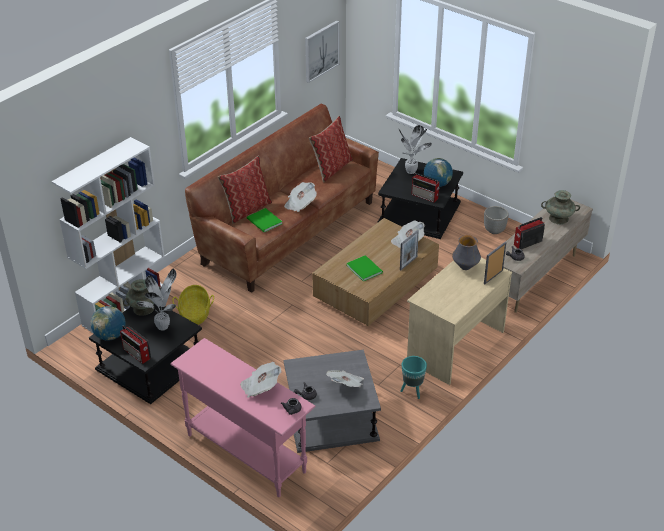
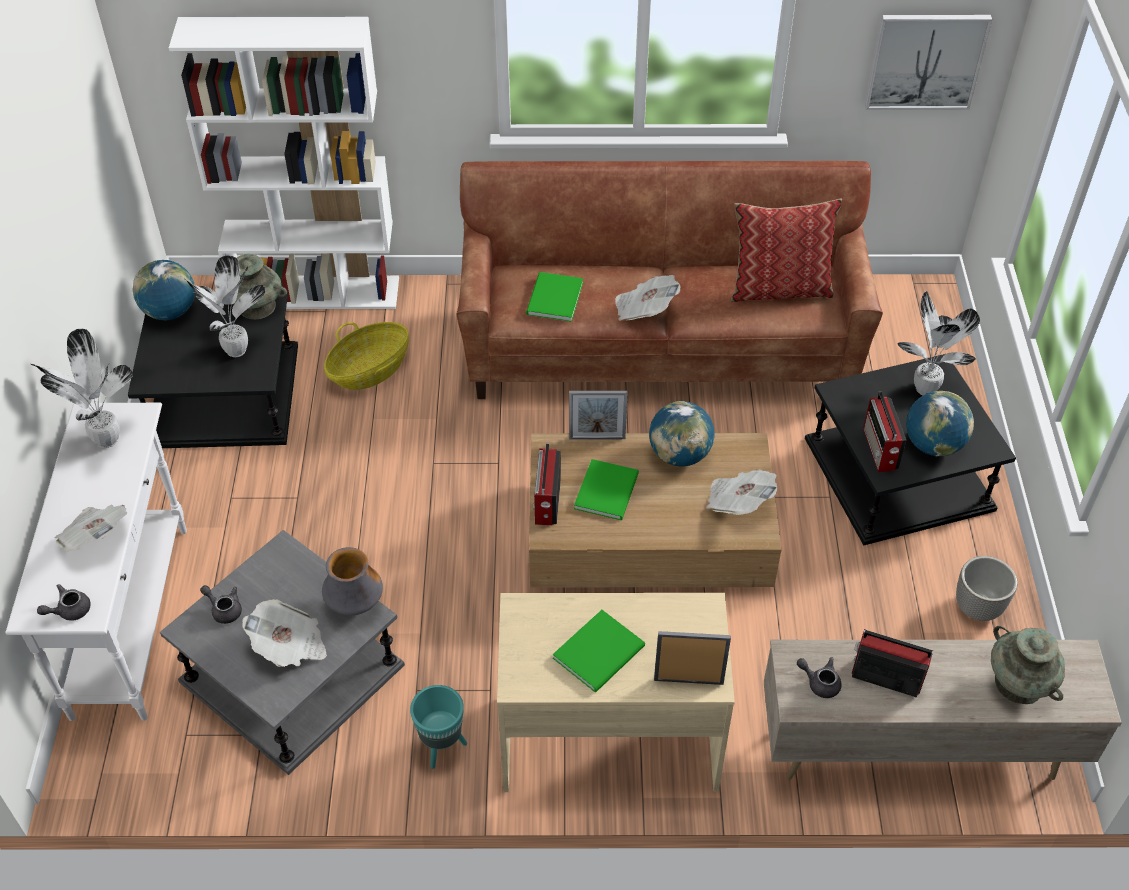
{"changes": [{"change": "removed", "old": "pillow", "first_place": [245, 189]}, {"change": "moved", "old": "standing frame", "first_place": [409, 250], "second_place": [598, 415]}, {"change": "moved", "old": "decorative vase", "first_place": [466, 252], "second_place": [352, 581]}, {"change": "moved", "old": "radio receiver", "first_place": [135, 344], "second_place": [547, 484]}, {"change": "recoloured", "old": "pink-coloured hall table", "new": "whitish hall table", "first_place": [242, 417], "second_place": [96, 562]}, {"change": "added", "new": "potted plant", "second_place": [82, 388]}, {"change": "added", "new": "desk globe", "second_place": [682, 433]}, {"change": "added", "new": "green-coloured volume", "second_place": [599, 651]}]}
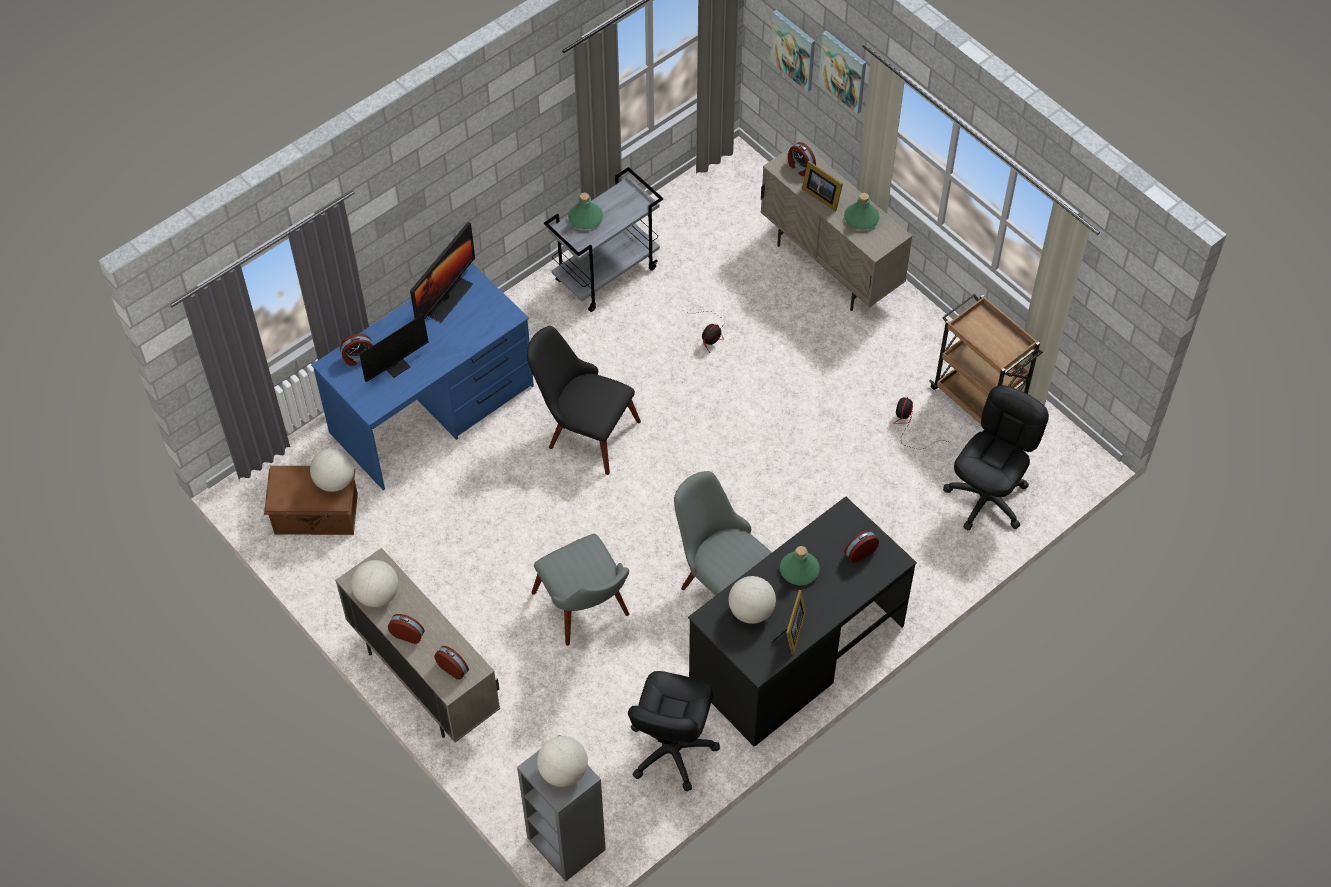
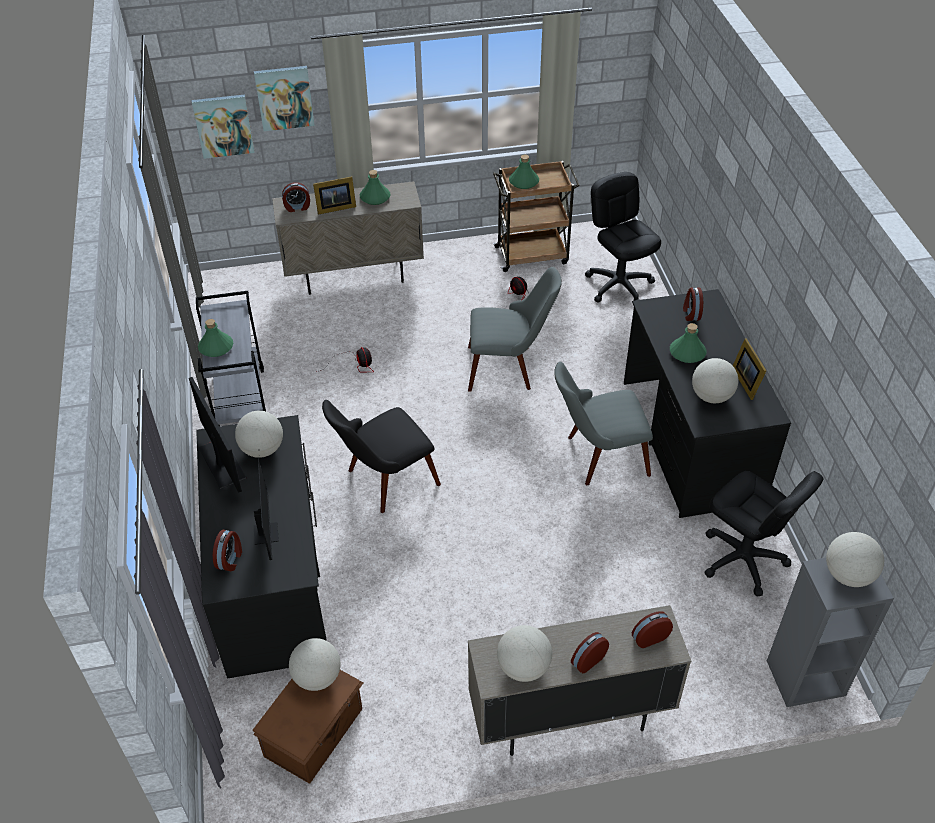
{"changes": [{"change": "recoloured", "old": "blue desk", "new": "black-coloured desk", "first_place": [422, 376], "second_place": [261, 547]}, {"change": "moved", "old": "gray plain chair", "first_place": [580, 590], "second_place": [515, 329]}, {"change": "turned", "old": "standing frame", "first_place": [789, 622], "second_place": [749, 369], "degrees": -150}, {"change": "added", "new": "green-coloured beverage bottle", "second_place": [524, 171]}, {"change": "added", "new": "desk globe", "second_place": [259, 434]}]}
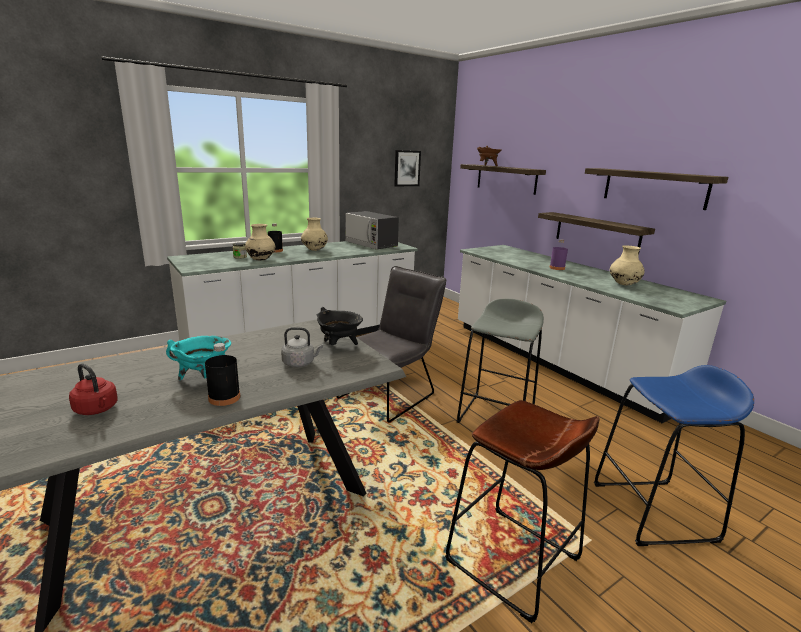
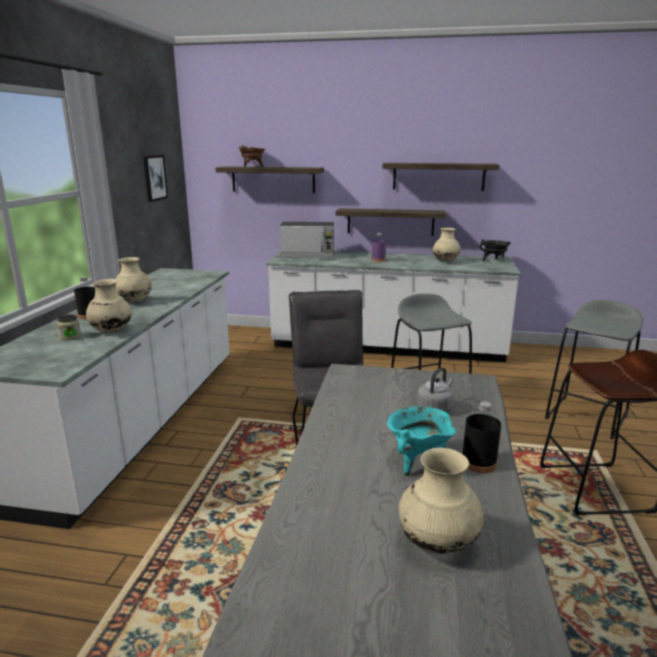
{"changes": [{"change": "moved", "old": "microwave", "first_place": [372, 230], "second_place": [306, 240]}, {"change": "moved", "old": "black-coloured saucepot", "first_place": [340, 326], "second_place": [495, 250]}, {"change": "replaced", "old": "red kettle", "new": "beige-coloured decorative vase", "first_place": [93, 389], "second_place": [441, 501]}, {"change": "recoloured", "old": "blue stool", "new": "gray stool", "first_place": [674, 455], "second_place": [594, 369]}]}
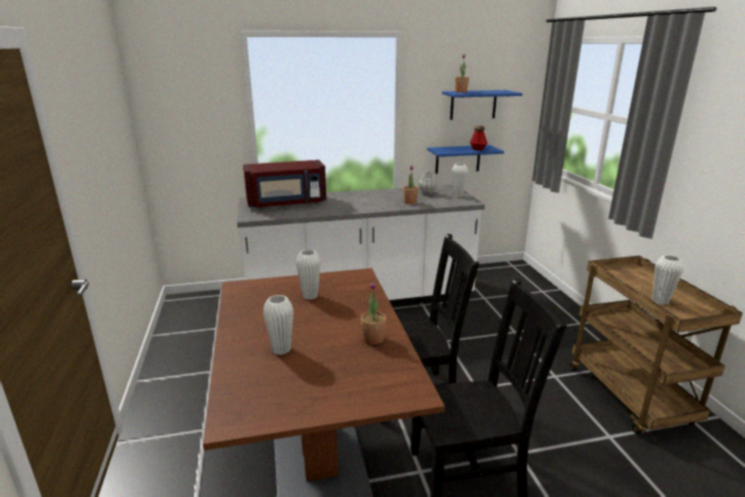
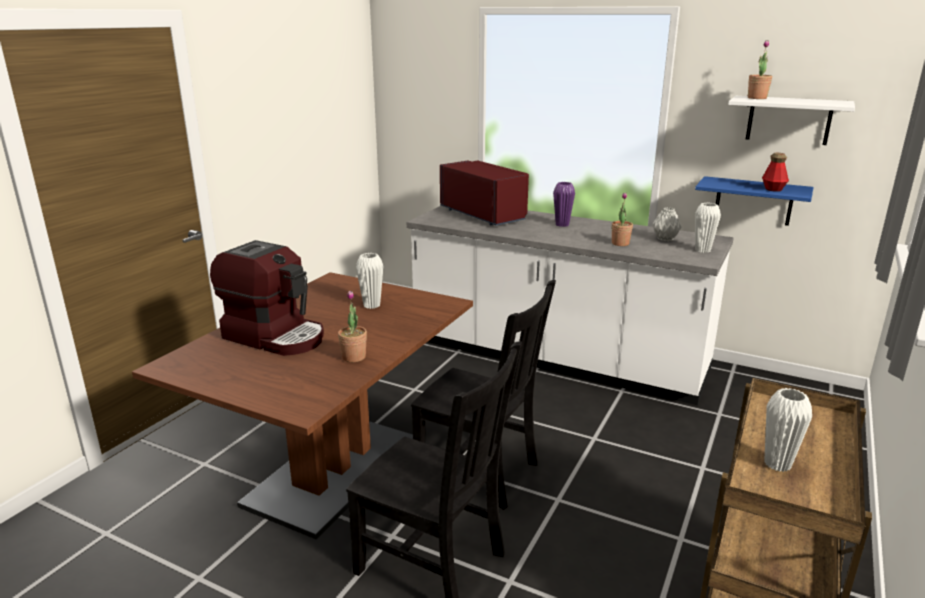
{"changes": [{"change": "recoloured", "old": "blue bracket shelf", "new": "whitish bracket shelf", "first_place": [482, 105], "second_place": [791, 120]}, {"change": "turned", "old": "red microwave", "first_place": [284, 184], "second_place": [484, 193], "degrees": -150}, {"change": "replaced", "old": "whitish decorative vase", "new": "coffee brewer", "first_place": [278, 325], "second_place": [267, 298]}, {"change": "added", "new": "purple-coloured decorative vase", "second_place": [564, 204]}]}
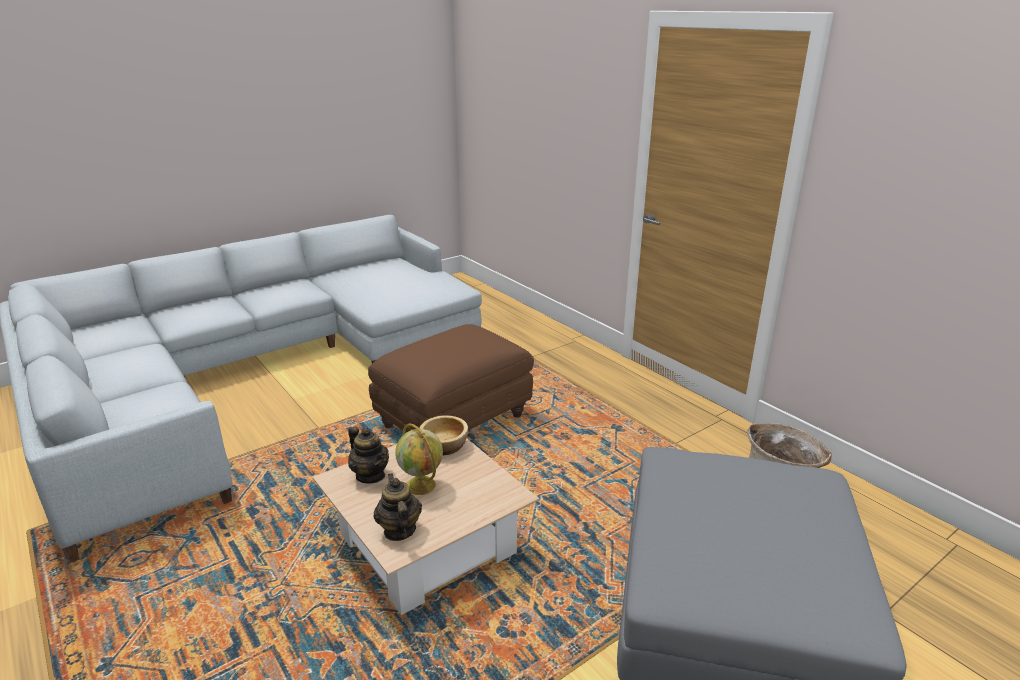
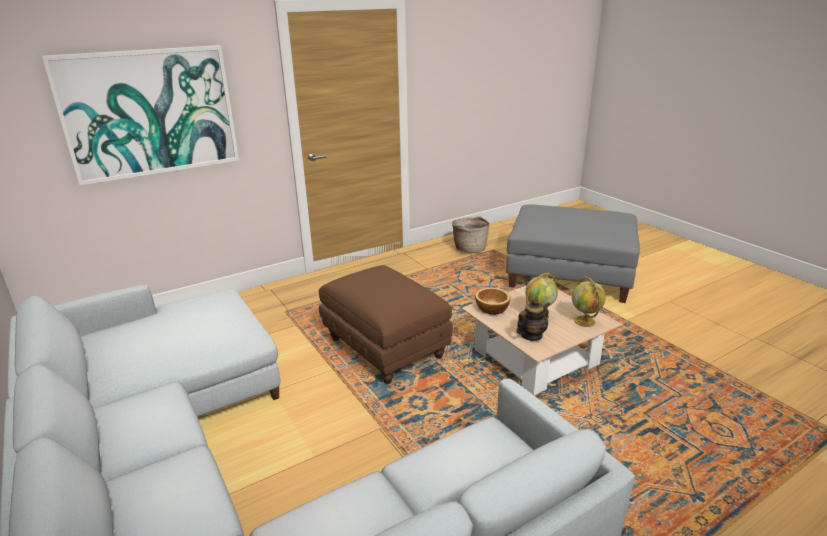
{"changes": [{"change": "replaced", "old": "teapot", "new": "desk globe", "first_place": [398, 507], "second_place": [589, 302]}, {"change": "added", "new": "picture", "second_place": [140, 115]}]}
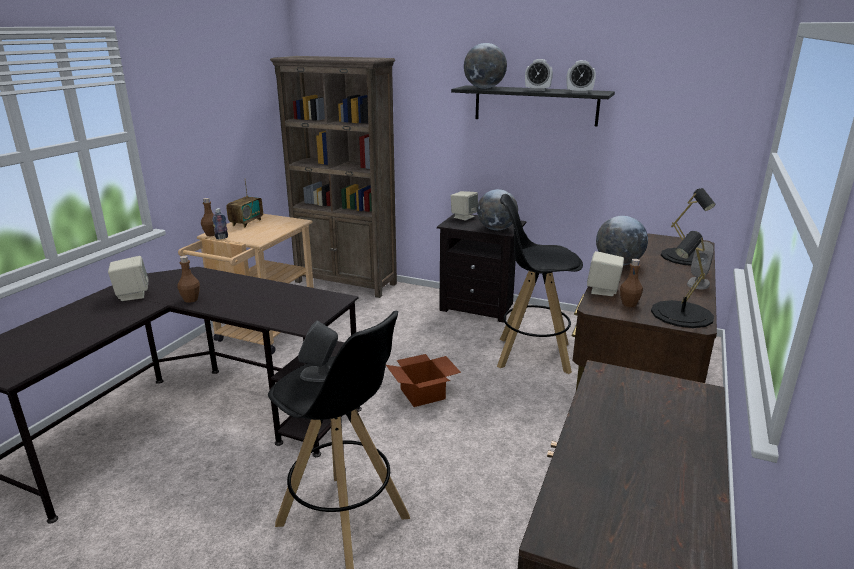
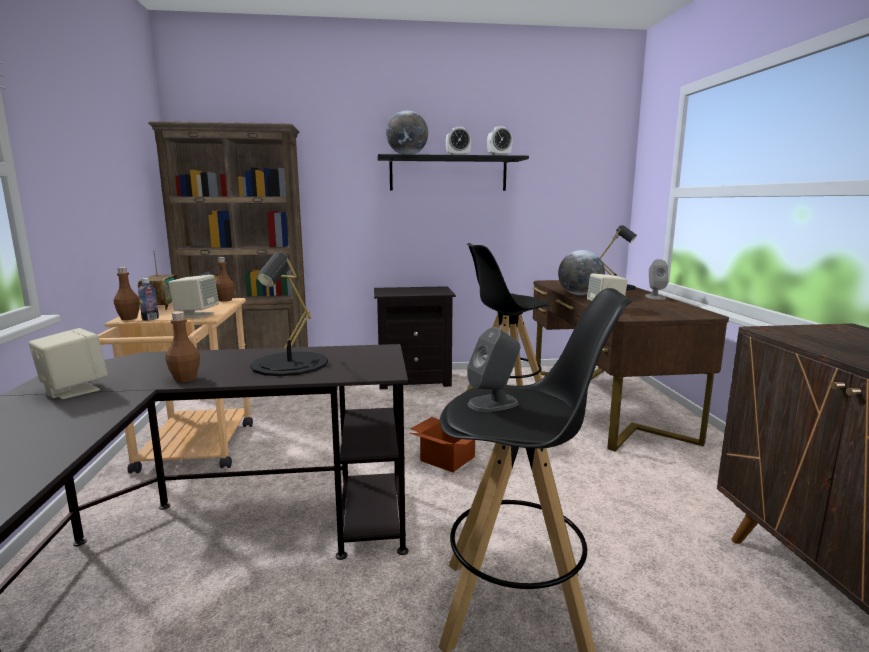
{"changes": [{"change": "removed", "old": "desk globe", "first_place": [497, 209]}, {"change": "moved", "old": "beige-coloured speaker", "first_place": [464, 206], "second_place": [194, 296]}, {"change": "moved", "old": "black-coloured table lamp", "first_place": [682, 279], "second_place": [289, 314]}, {"change": "moved", "old": "brown beverage bottle", "first_place": [631, 283], "second_place": [224, 279]}]}
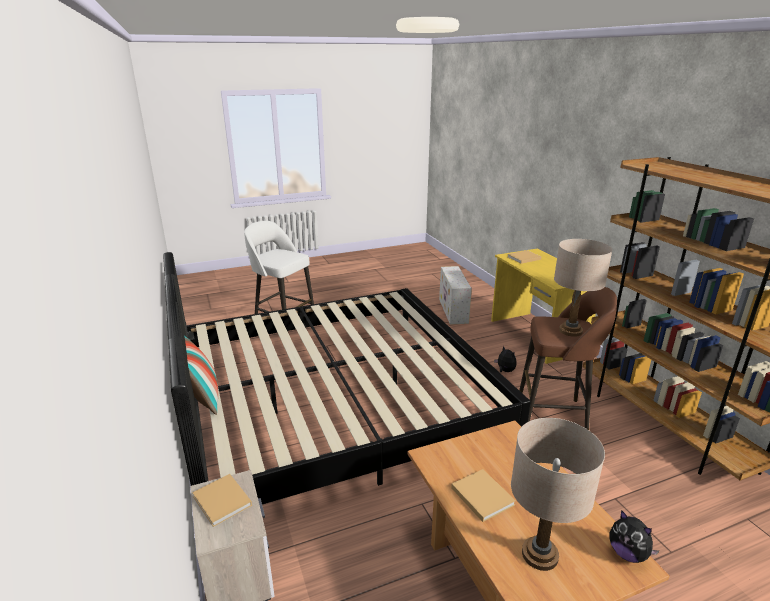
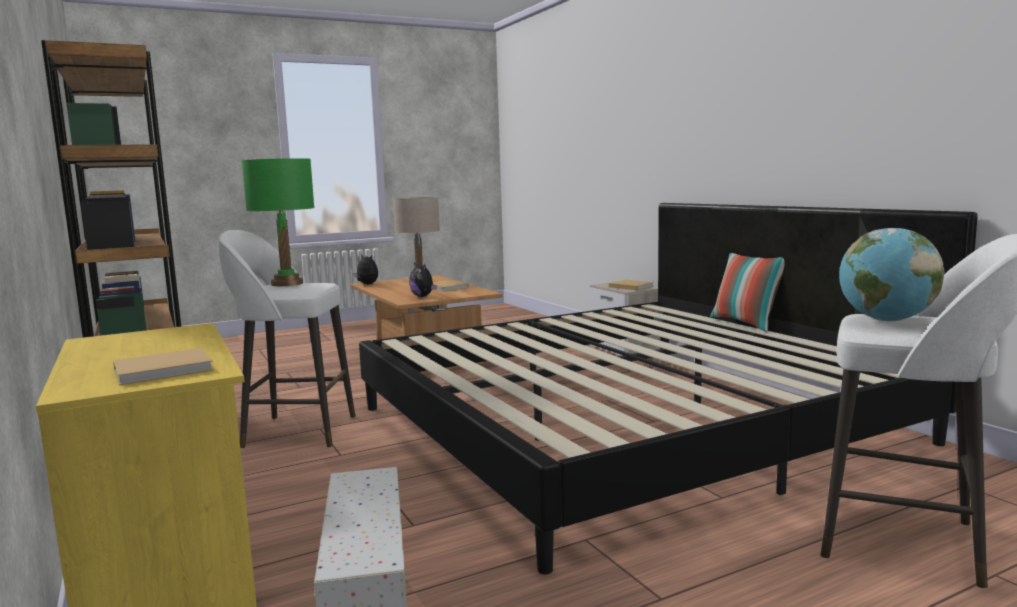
{"changes": [{"change": "recoloured", "old": "beige-coloured table lamp", "new": "green-coloured table lamp", "first_place": [583, 288], "second_place": [278, 222]}, {"change": "recoloured", "old": "brown stool", "new": "whitish stool", "first_place": [568, 358], "second_place": [287, 339]}, {"change": "moved", "old": "soft toy", "first_place": [505, 359], "second_place": [423, 280]}, {"change": "added", "new": "desk globe", "second_place": [891, 274]}]}
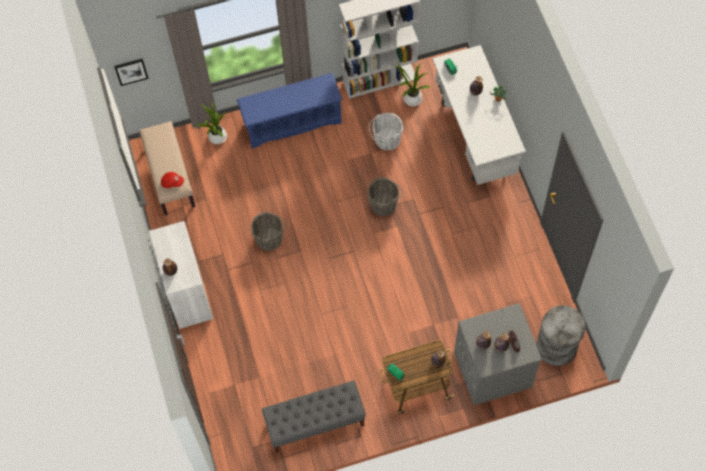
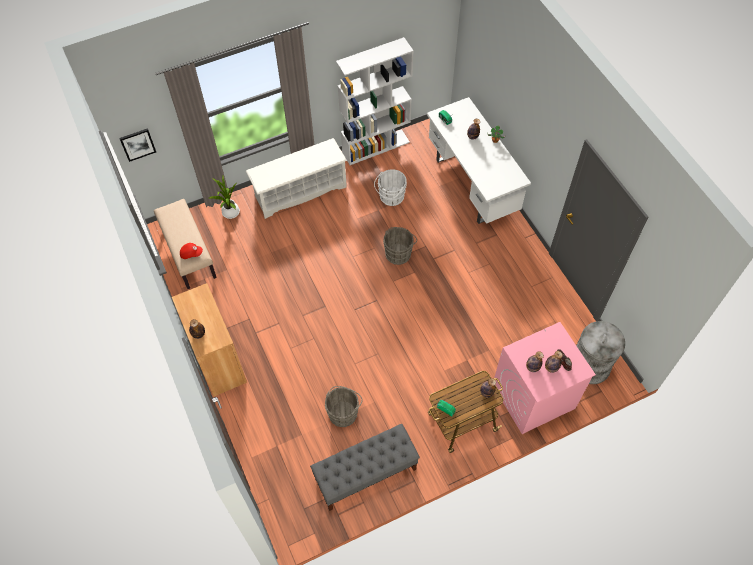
{"changes": [{"change": "removed", "old": "potted plant", "first_place": [411, 84]}, {"change": "recoloured", "old": "blue shoe stand", "new": "whitish shoe stand", "first_place": [289, 110], "second_place": [296, 178]}, {"change": "moved", "old": "gray bucket", "first_place": [269, 231], "second_place": [344, 406]}, {"change": "recoloured", "old": "whitish cabinet", "new": "brown cabinet", "first_place": [181, 275], "second_place": [209, 339]}, {"change": "recoloured", "old": "gray laundry machine", "new": "pink-coloured laundry machine", "first_place": [498, 354], "second_place": [545, 378]}]}
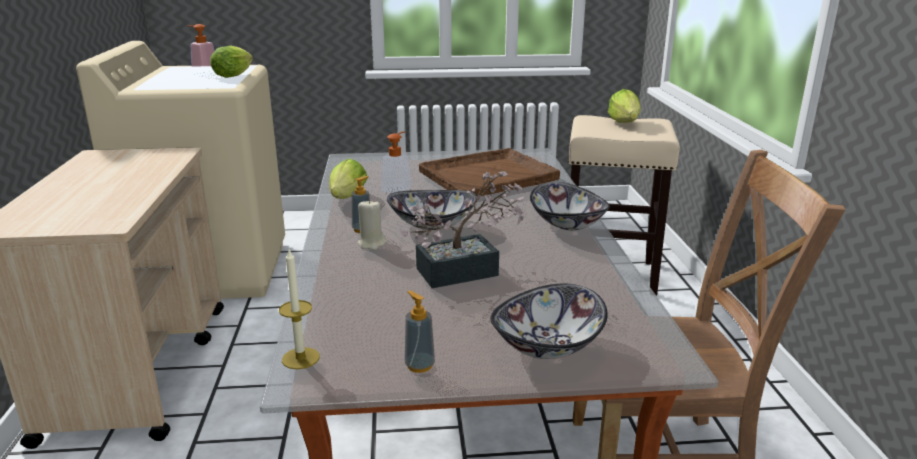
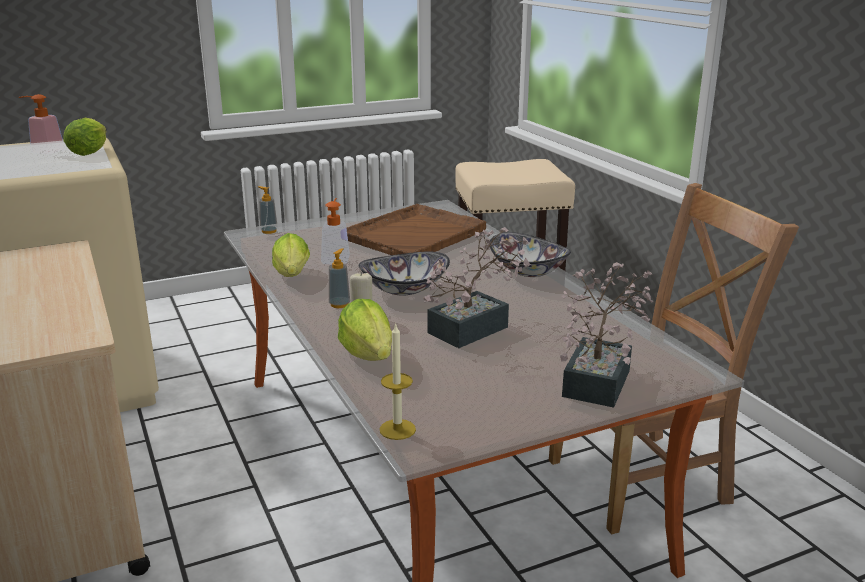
{"changes": [{"change": "moved", "old": "lettuce head", "first_place": [624, 106], "second_place": [365, 330]}, {"change": "replaced", "old": "serving bowl", "new": "potted plant", "first_place": [549, 321], "second_place": [607, 335]}, {"change": "moved", "old": "liquid soap bottle", "first_place": [420, 331], "second_place": [268, 210]}]}
